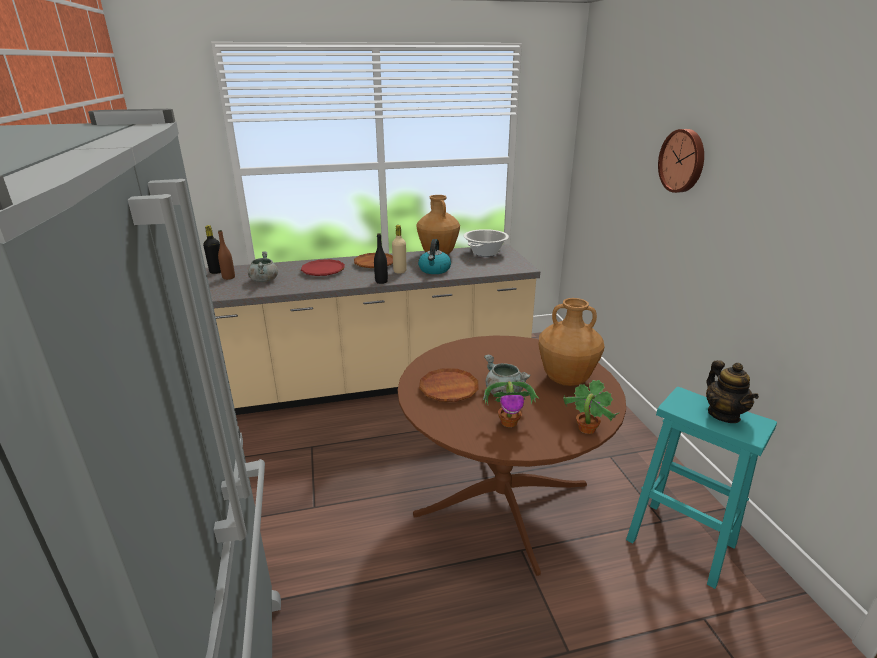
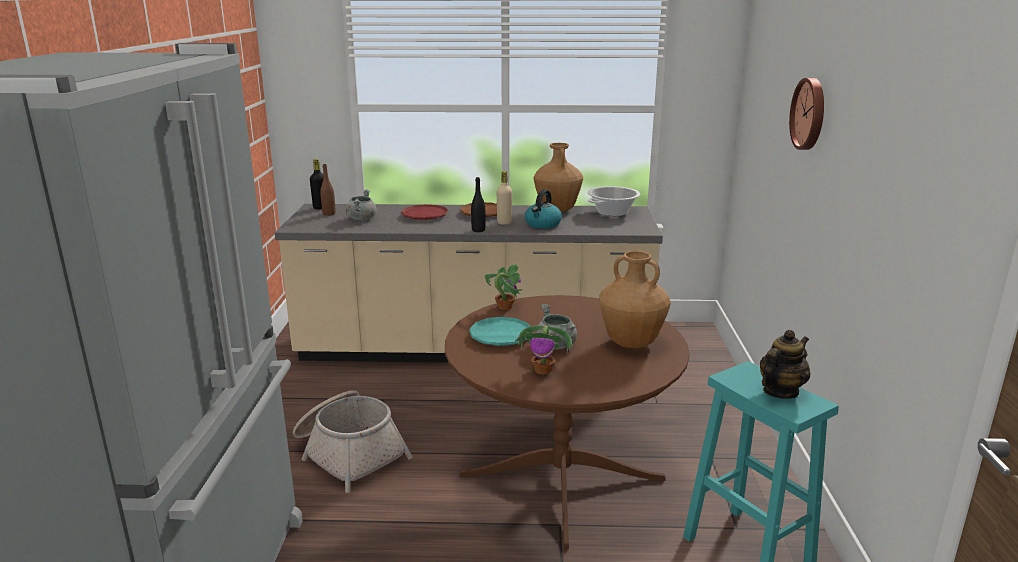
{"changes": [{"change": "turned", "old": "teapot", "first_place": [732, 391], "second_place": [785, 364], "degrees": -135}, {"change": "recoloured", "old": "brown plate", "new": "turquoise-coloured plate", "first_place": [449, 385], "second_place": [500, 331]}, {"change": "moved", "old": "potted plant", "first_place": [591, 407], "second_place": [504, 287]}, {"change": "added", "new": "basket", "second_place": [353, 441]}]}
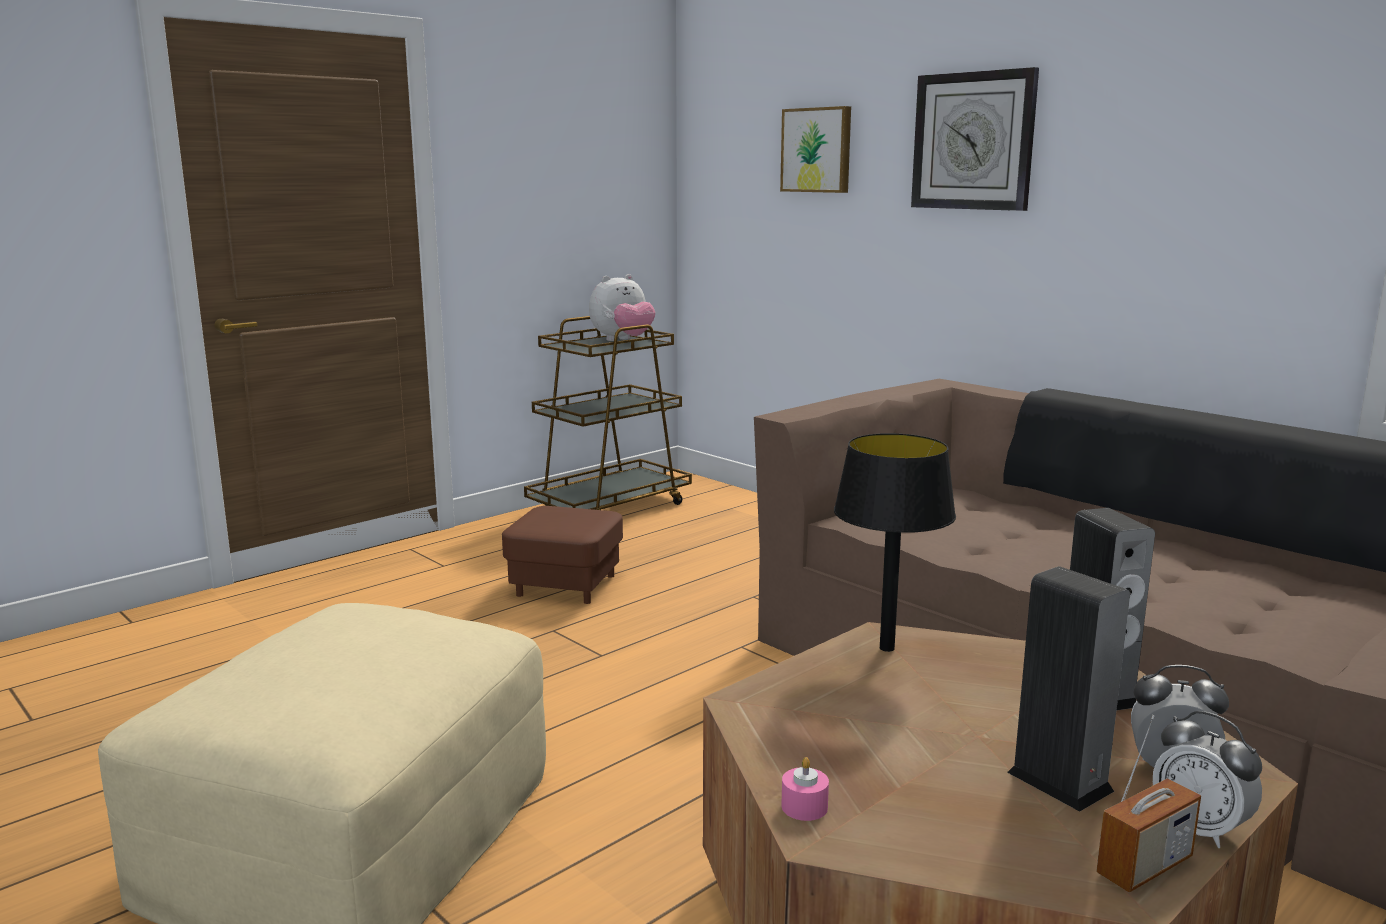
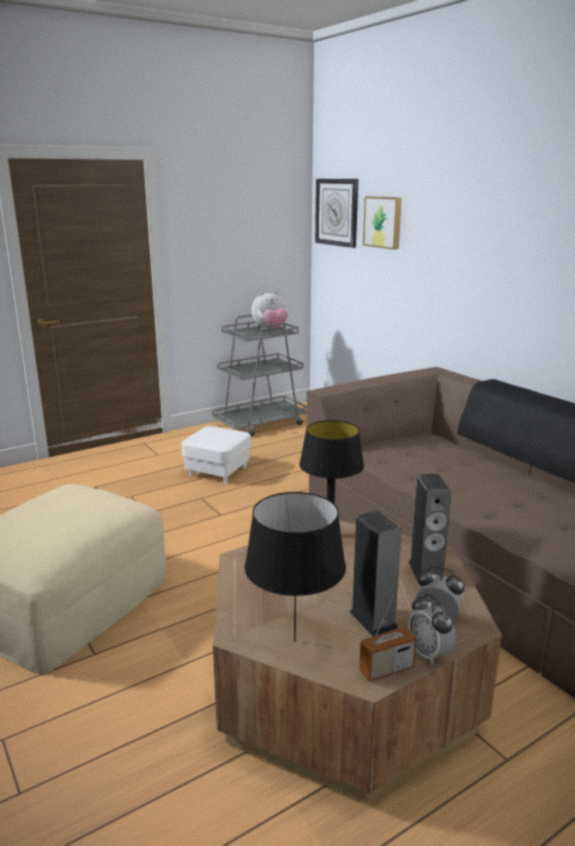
{"changes": [{"change": "moved", "old": "clock on the wall", "first_place": [975, 139], "second_place": [336, 213]}, {"change": "recoloured", "old": "brown wheeled cart", "new": "gray wheeled cart", "first_place": [608, 413], "second_place": [259, 375]}, {"change": "recoloured", "old": "brown pouffe", "new": "whitish pouffe", "first_place": [562, 555], "second_place": [216, 455]}, {"change": "removed", "old": "pink-coloured wax light", "first_place": [805, 789]}, {"change": "added", "new": "black-coloured table lamp", "second_place": [295, 567]}]}
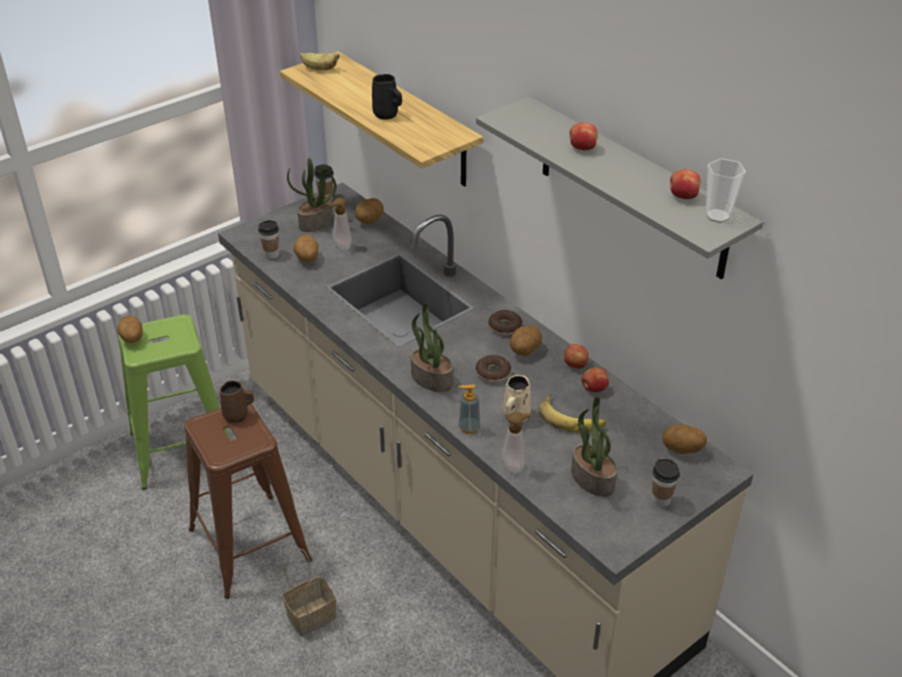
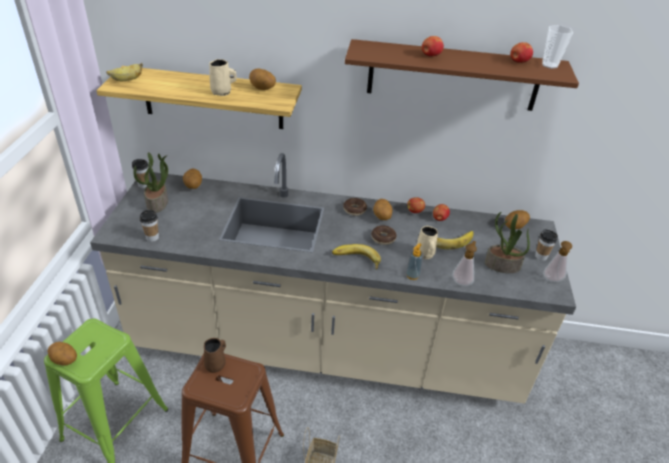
{"changes": [{"change": "recoloured", "old": "black-coloured mug", "new": "beige-coloured mug", "first_place": [387, 97], "second_place": [223, 77]}, {"change": "recoloured", "old": "gray bracket shelf", "new": "brown bracket shelf", "first_place": [619, 187], "second_place": [462, 75]}, {"change": "moved", "old": "liquid soap bottle", "first_place": [340, 224], "second_place": [557, 261]}, {"change": "moved", "old": "potato", "first_place": [306, 248], "second_place": [262, 79]}, {"change": "replaced", "old": "potted plant", "new": "banana fruit", "first_place": [432, 347], "second_place": [356, 257]}]}
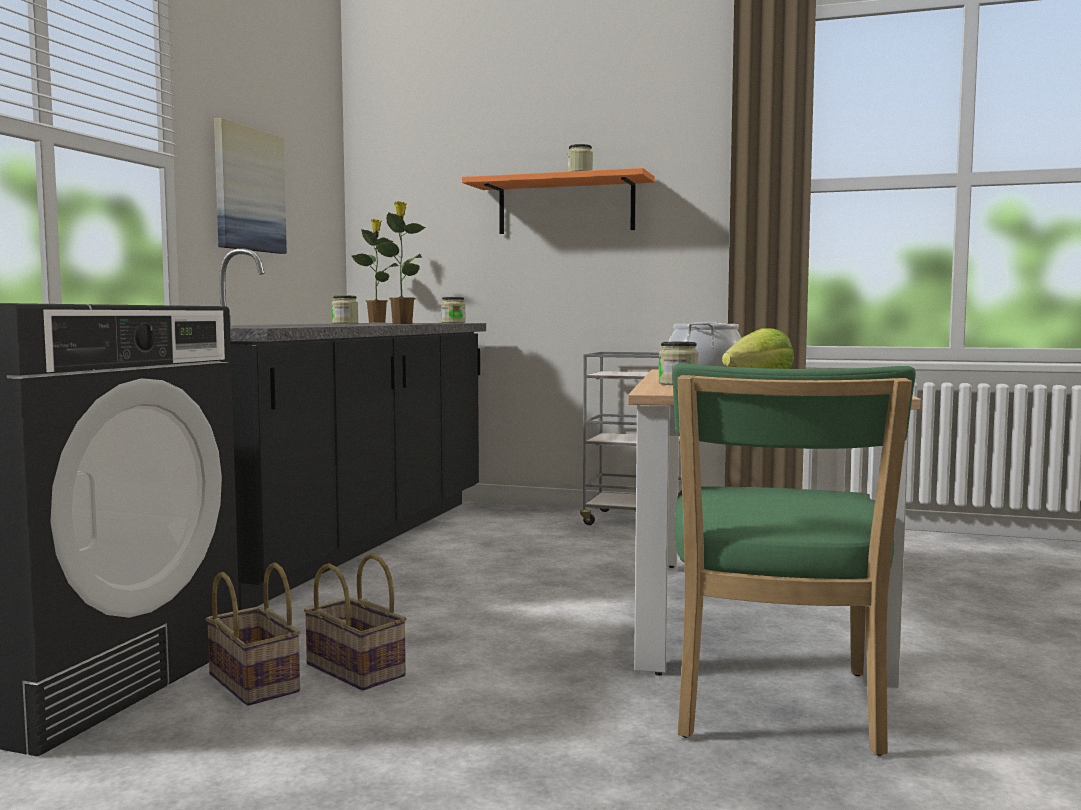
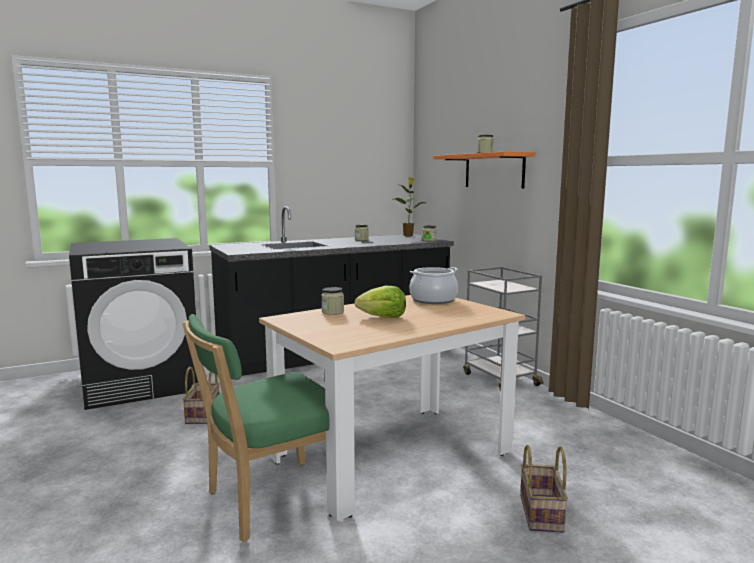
{"changes": [{"change": "removed", "old": "picture", "first_place": [250, 186]}, {"change": "removed", "old": "potted plant", "first_place": [401, 262]}, {"change": "moved", "old": "basket", "first_place": [253, 634], "second_place": [544, 489]}]}
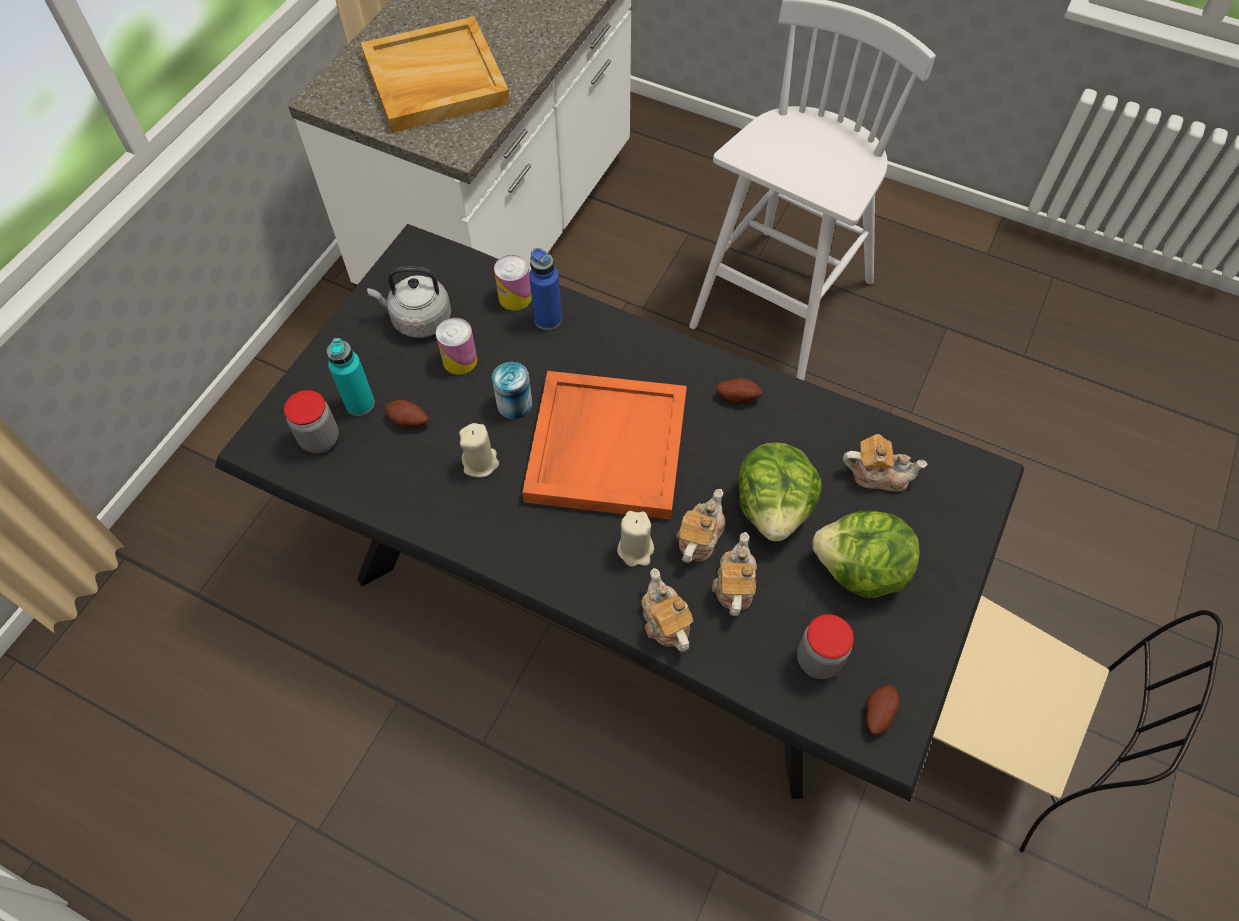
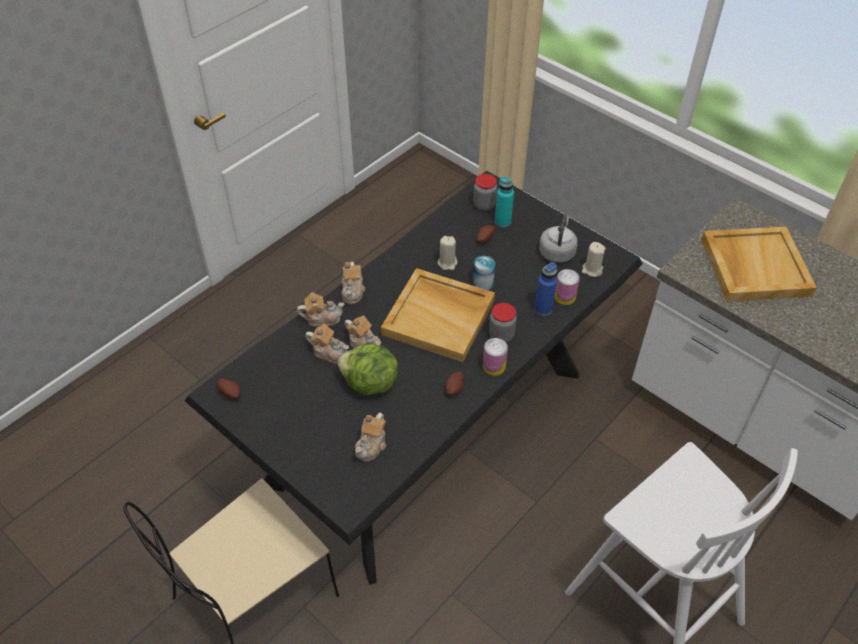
{"changes": [{"change": "moved", "old": "metal can", "first_place": [456, 346], "second_place": [495, 357]}, {"change": "recoloured", "old": "orange-coloured carrying tray", "new": "beige-coloured carrying tray", "first_place": [604, 445], "second_place": [438, 315]}, {"change": "removed", "old": "lettuce head", "first_place": [866, 554]}, {"change": "moved", "old": "beige-coloured wax light", "first_place": [635, 539], "second_place": [594, 259]}, {"change": "moved", "old": "storage jar", "first_place": [825, 646], "second_place": [503, 323]}, {"change": "added", "new": "teapot", "second_place": [353, 283]}]}
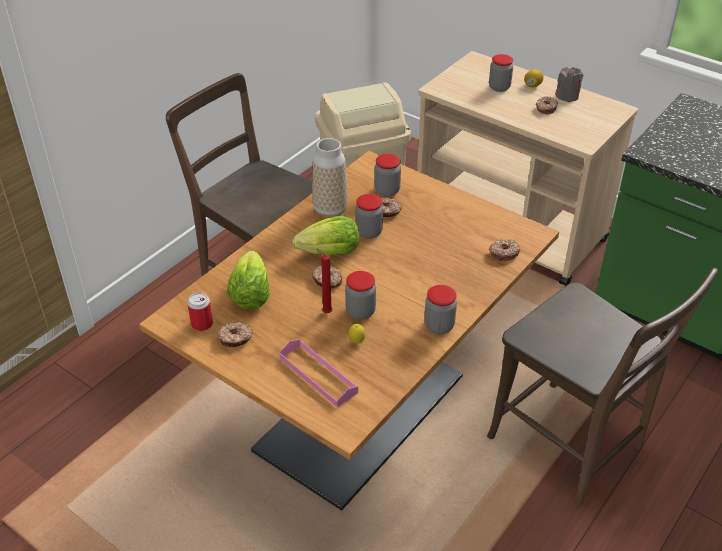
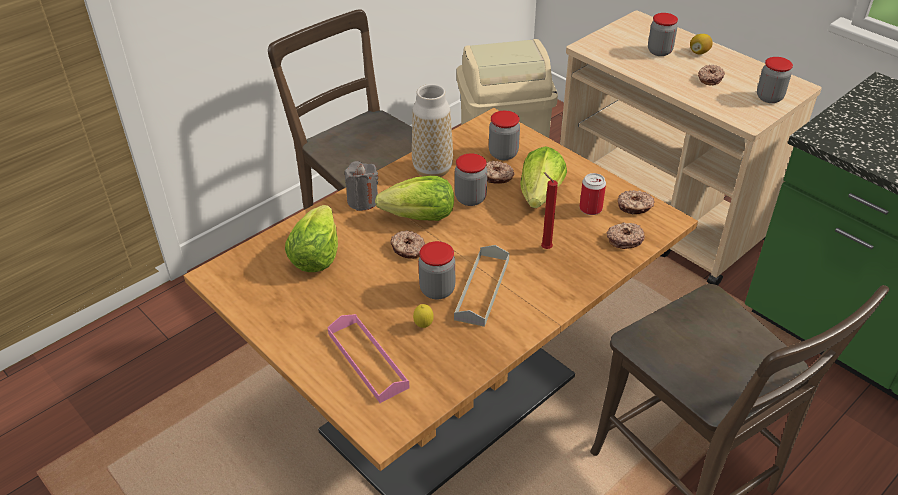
{"changes": [{"change": "moved", "old": "gray wax light", "first_place": [569, 84], "second_place": [361, 186]}, {"change": "moved", "old": "red wax light", "first_place": [324, 281], "second_place": [549, 210]}, {"change": "moved", "old": "storage jar", "first_place": [440, 309], "second_place": [775, 80]}, {"change": "moved", "old": "metal can", "first_place": [200, 311], "second_place": [592, 194]}, {"change": "moved", "old": "ring doughnut", "first_place": [235, 334], "second_place": [636, 202]}, {"change": "added", "new": "lettuce head", "second_place": [543, 177]}, {"change": "added", "new": "gray carrying tray", "second_place": [481, 286]}]}
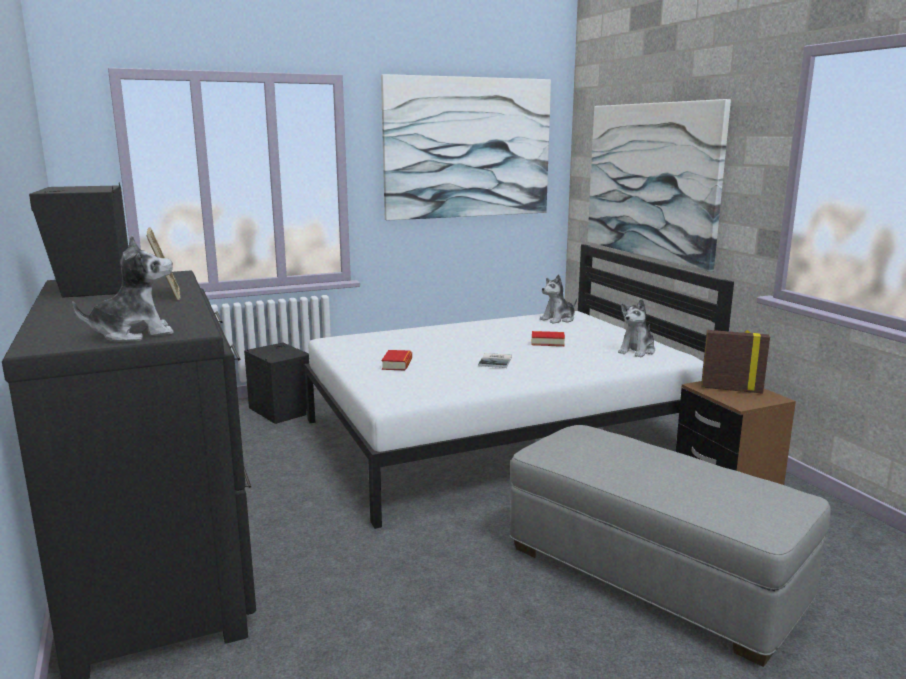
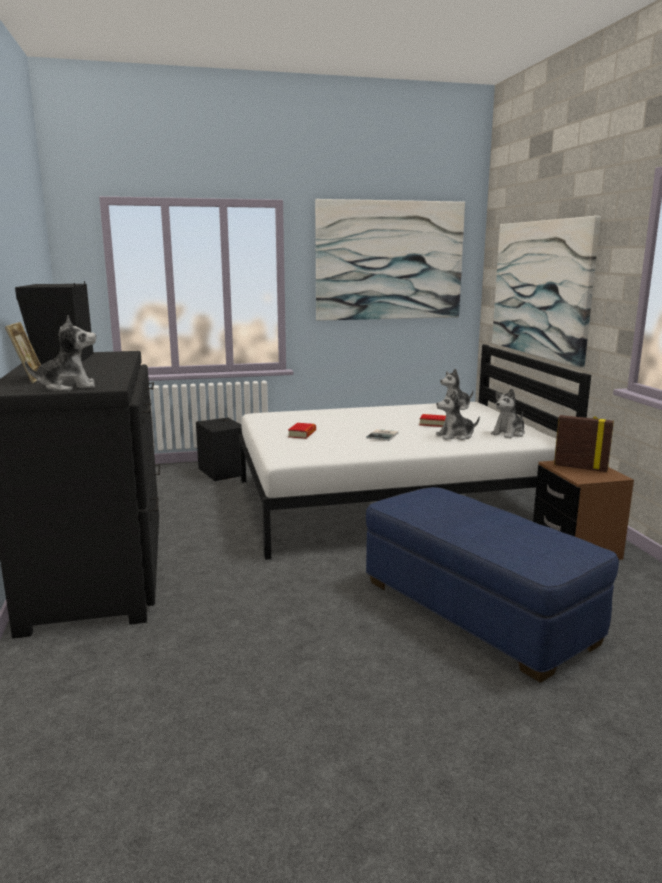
{"changes": [{"change": "moved", "old": "standing frame", "first_place": [163, 263], "second_place": [23, 353]}, {"change": "recoloured", "old": "gray pouffe", "new": "blue pouffe", "first_place": [670, 546], "second_place": [492, 585]}, {"change": "added", "new": "soft toy", "second_place": [458, 415]}]}
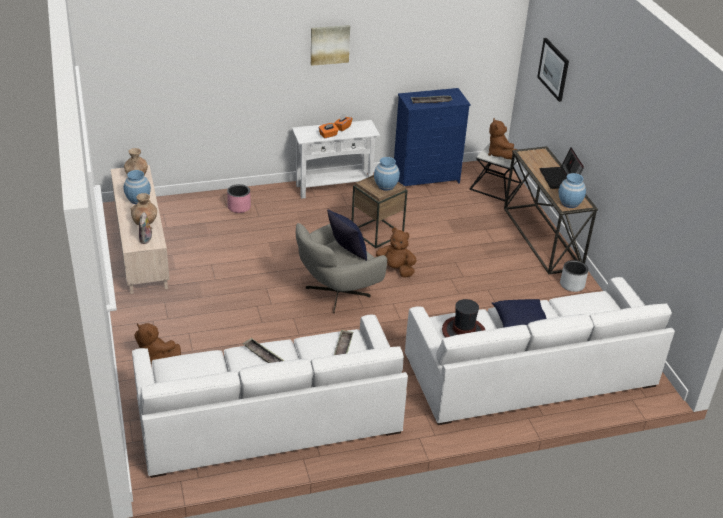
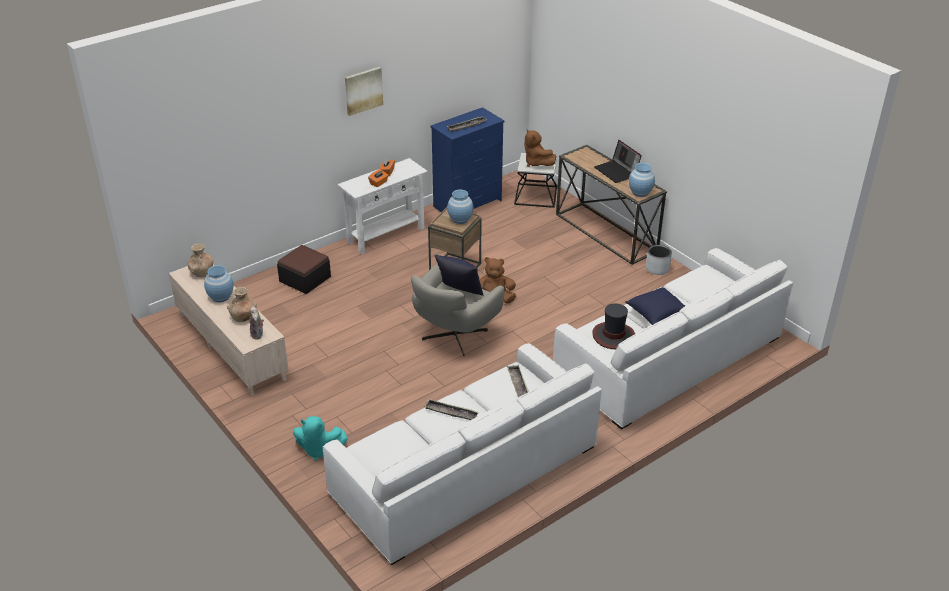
{"changes": [{"change": "removed", "old": "picture", "first_place": [553, 70]}, {"change": "replaced", "old": "pink-coloured flower pot", "new": "pouffe", "first_place": [239, 198], "second_place": [304, 269]}, {"change": "recoloured", "old": "brown soft toy", "new": "turquoise-coloured soft toy", "first_place": [157, 343], "second_place": [320, 438]}]}
